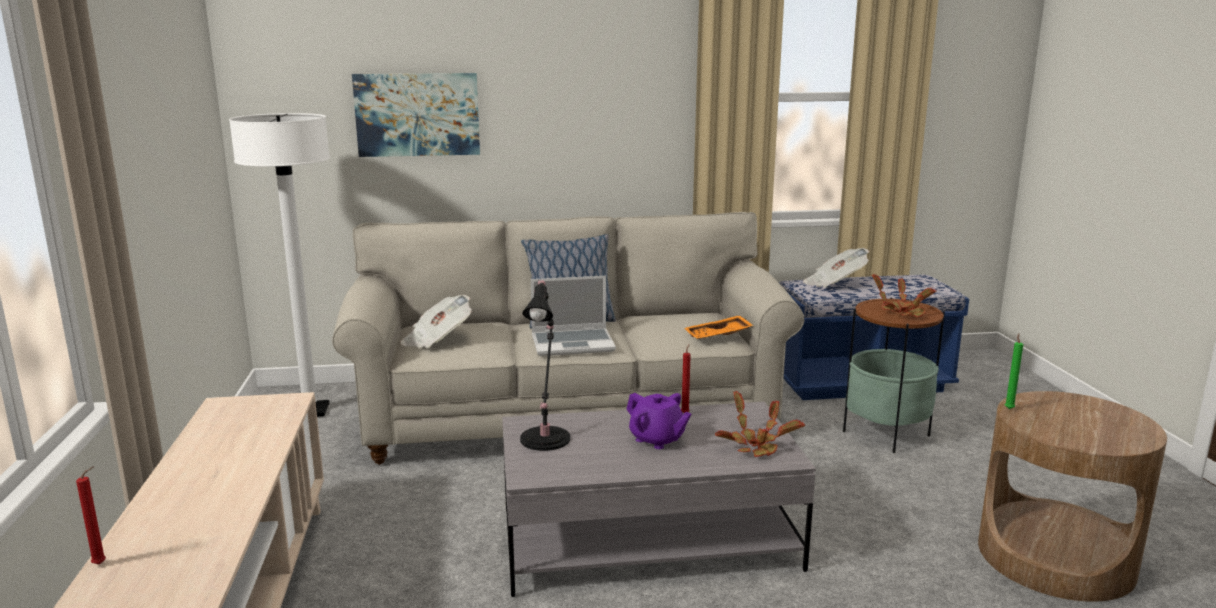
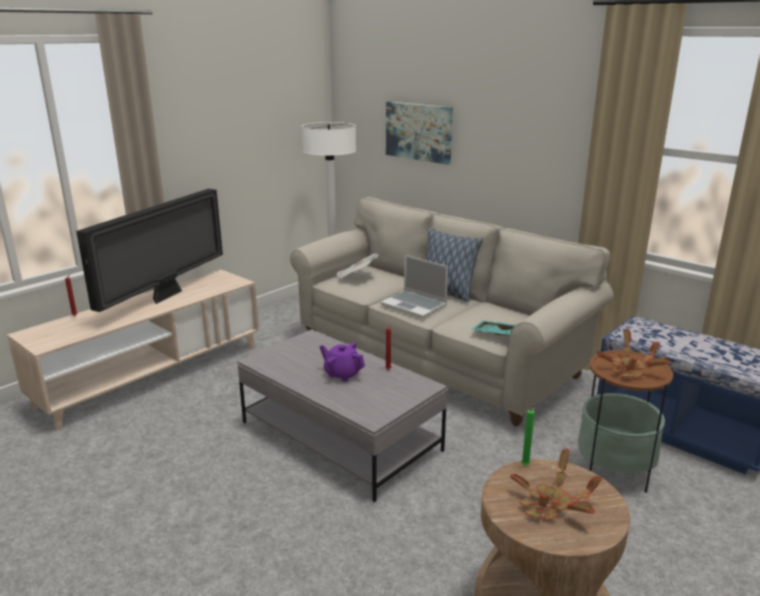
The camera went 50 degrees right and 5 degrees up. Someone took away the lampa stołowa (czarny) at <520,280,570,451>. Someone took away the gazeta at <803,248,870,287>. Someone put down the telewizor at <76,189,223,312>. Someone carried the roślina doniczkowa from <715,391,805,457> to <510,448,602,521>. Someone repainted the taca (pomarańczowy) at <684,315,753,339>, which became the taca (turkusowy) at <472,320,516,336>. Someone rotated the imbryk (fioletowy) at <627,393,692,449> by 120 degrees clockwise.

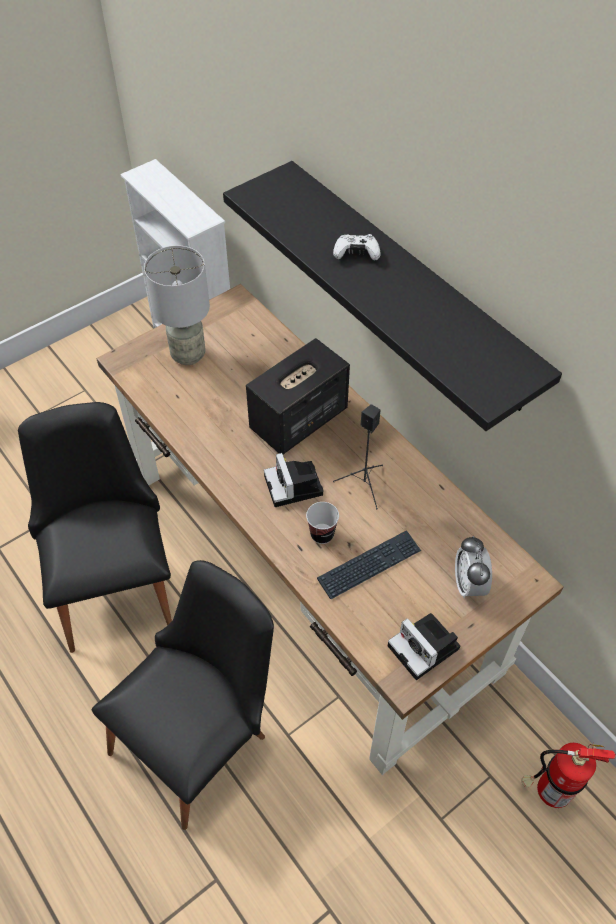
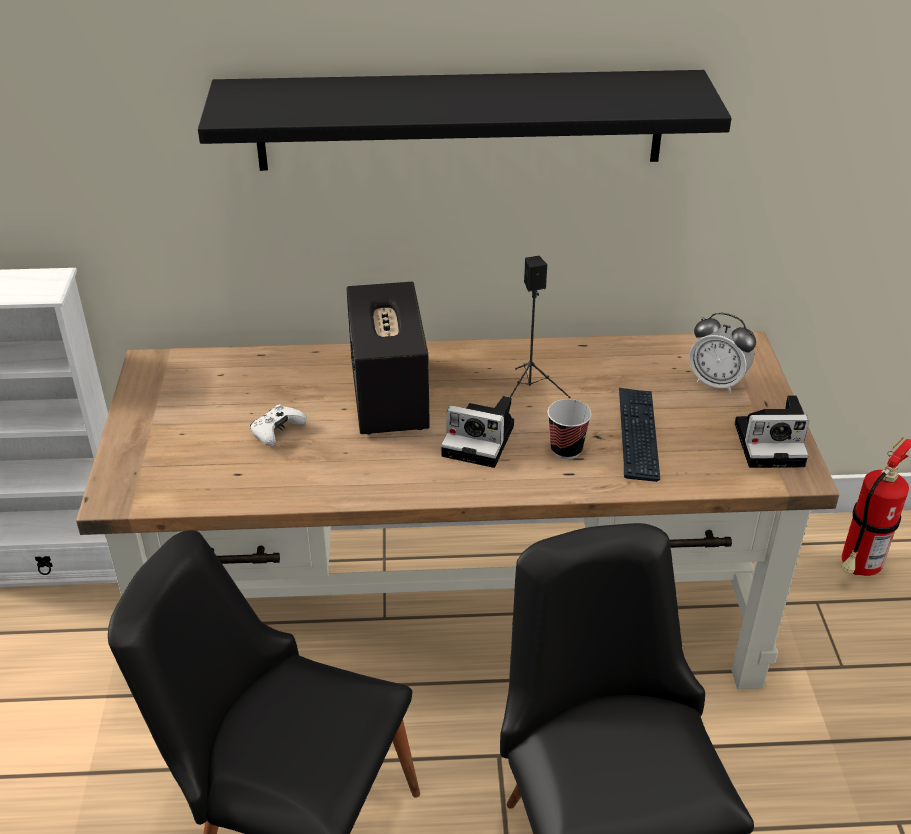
The camera went 55 degrees left and 15 degrees down. Someone took away the lampa stołowa (szary) at <144,245,210,365>. Someone carried the pad do gier (biały) from <333,234,381,261> to <250,404,307,446>.

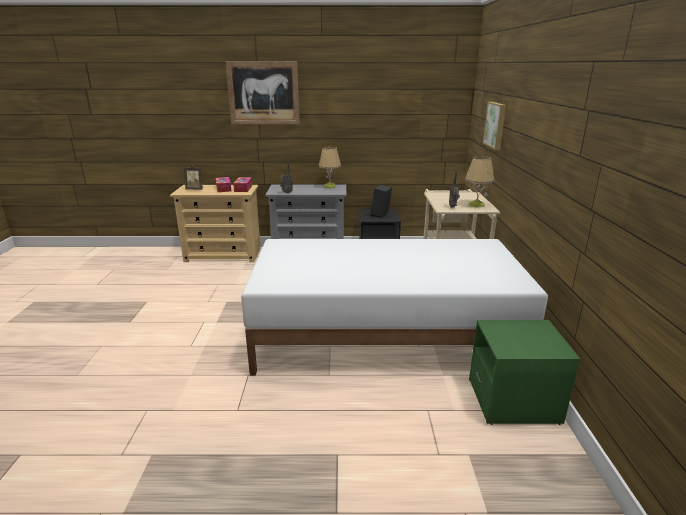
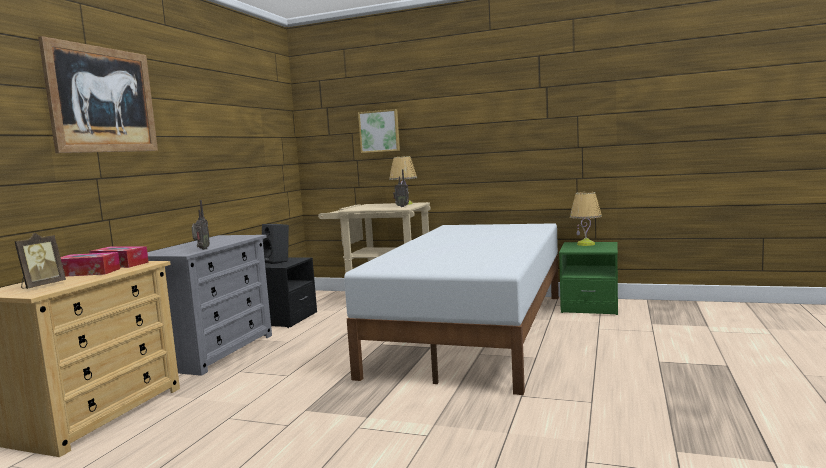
The camera went 70 degrees left and 15 degrees down. Someone carried the lampa stołowa from <318,147,341,188> to <570,192,602,246>.

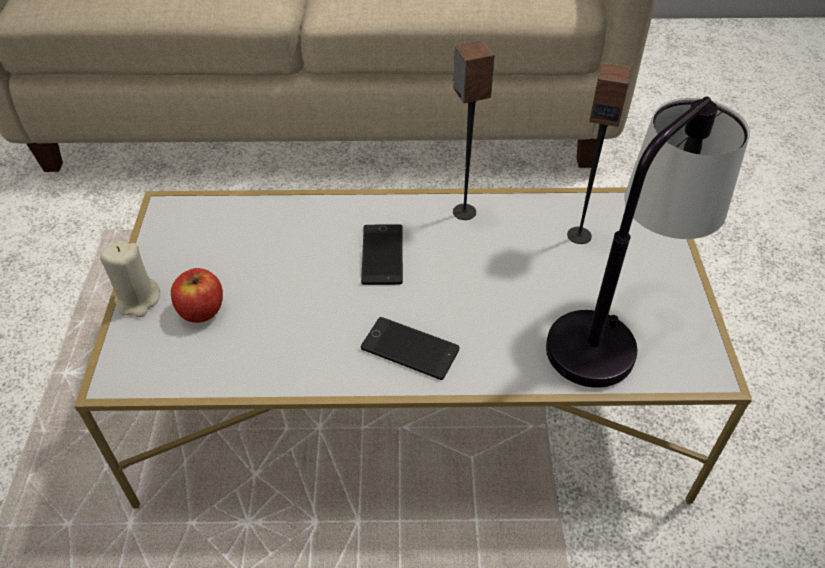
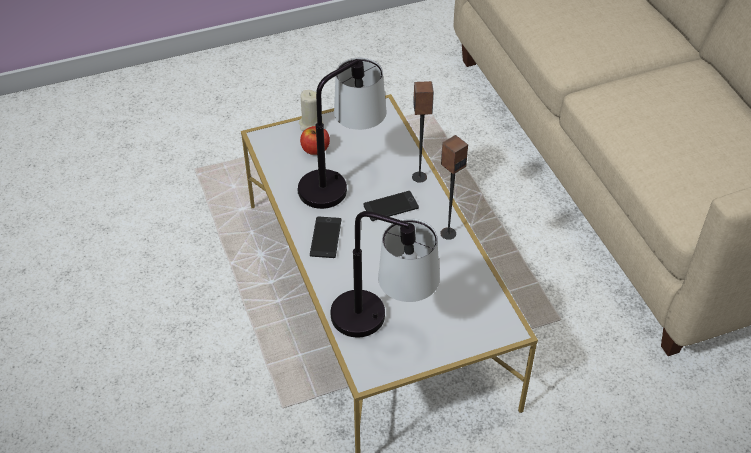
The camera went 70 degrees right and 0 degrees up. Someone put down the lampa stołowa at <297,58,387,209>. Someone carried the głośnik from <567,62,632,244> to <412,81,434,183>.

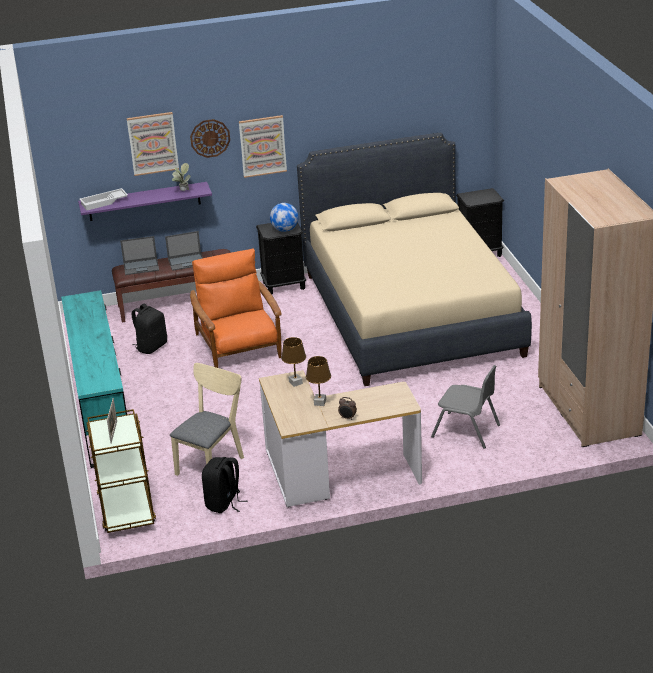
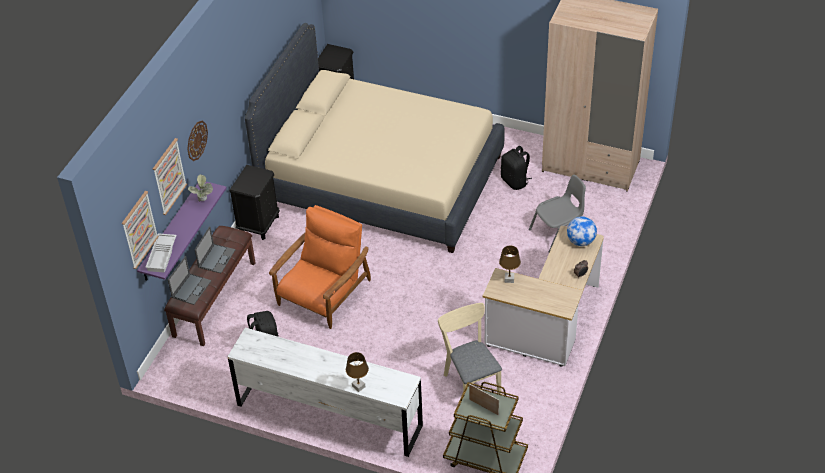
The camera went 55 degrees left and 15 degrees up. Someone carried the plecak (czarny) from <202,457,247,513> to <501,146,532,190>. Someone carried the obraz from <239,115,287,178> to <122,191,159,269>. Someone carried the globus from <270,203,299,232> to <567,216,597,246>. Someone carried the lampa stołowa (brązowy) from <306,356,331,406> to <346,352,369,392>. Someone repainted the komoda (turkusowy) at <61,290,127,468>, which became the komoda (biały) at <228,327,423,457>. Someone rotated the fotel (pomarańczowy) at <190,249,282,368> by 105 degrees clockwise.

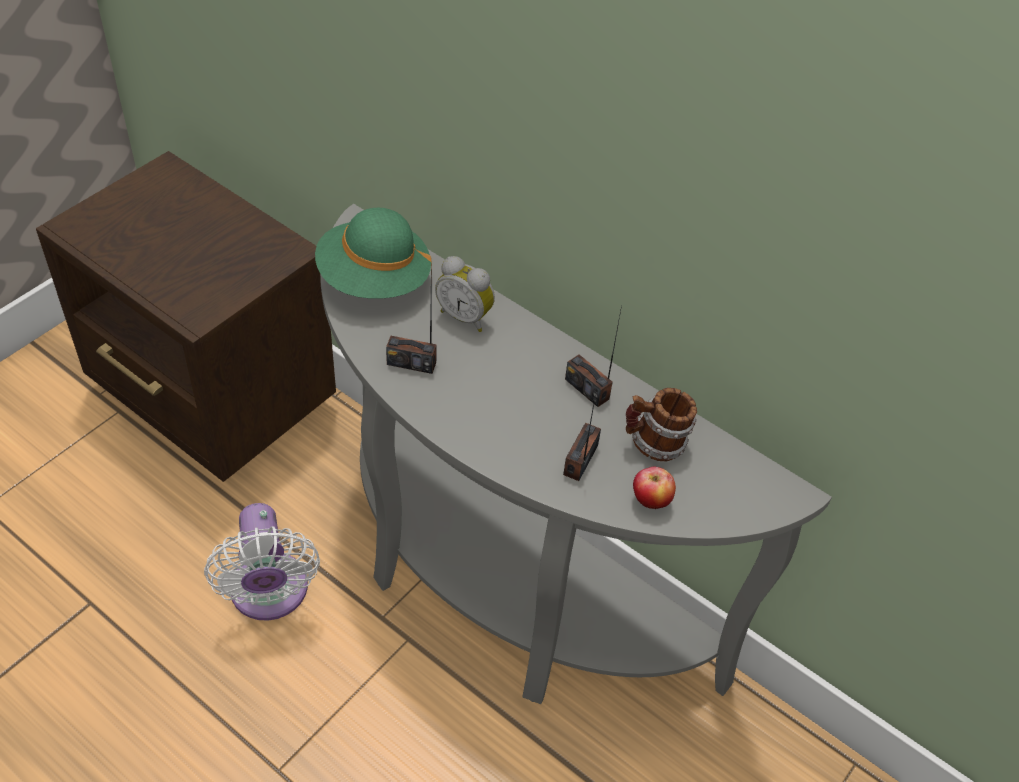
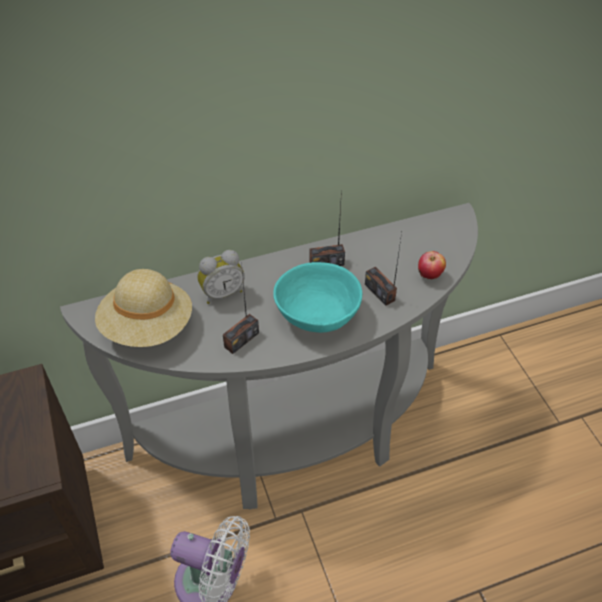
The camera went 55 degrees left and 0 degrees up. Someone took away the kubek at <626,388,697,462>. Someone put down the miska (turkusowy) at <273,262,362,333>. Someone repainted the kapelusz (zielony) at <315,208,432,299>, which became the kapelusz (beżowy) at <95,269,192,347>.

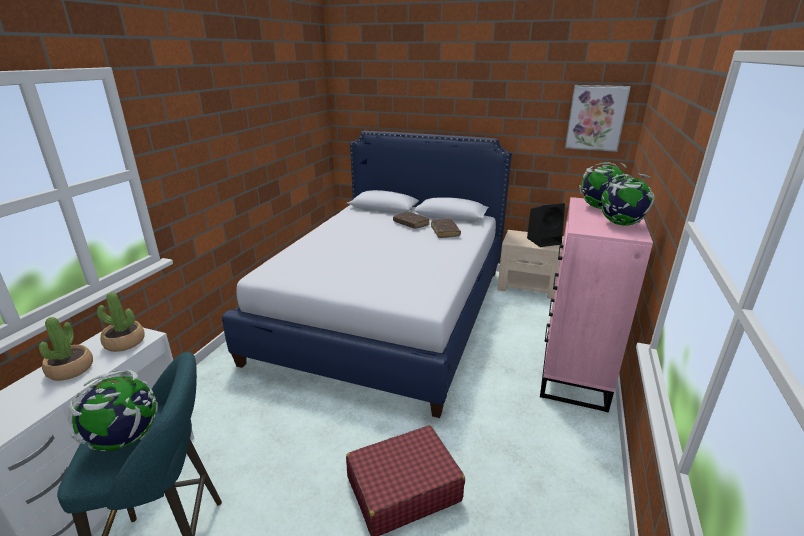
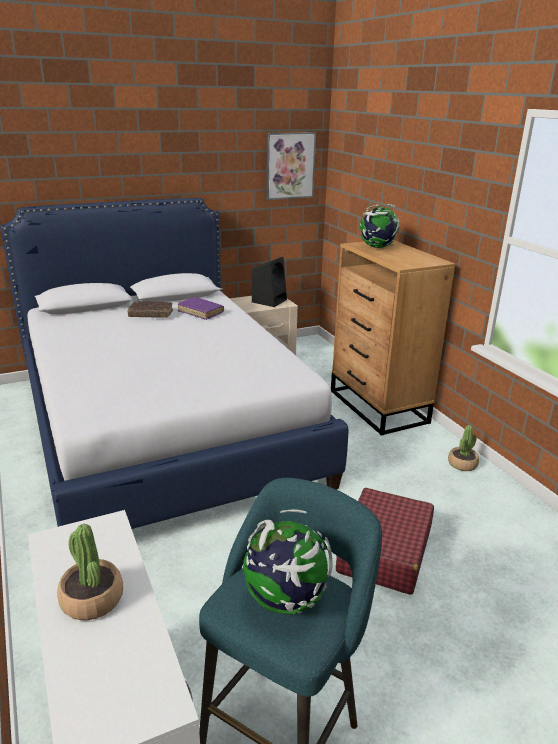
The camera went 45 degrees left and 0 degrees up. Someone took away the globus at <601,174,655,225>. Someone carried the roślina doniczkowa from <97,292,145,352> to <448,425,479,471>. Someone repainted the książka (brązowy) at <431,219,461,238>, which became the książka (fioletowy) at <178,297,224,320>. Someone repainted the komoda (różowy) at <540,197,653,413>, which became the komoda (brązowy) at <331,240,455,436>.

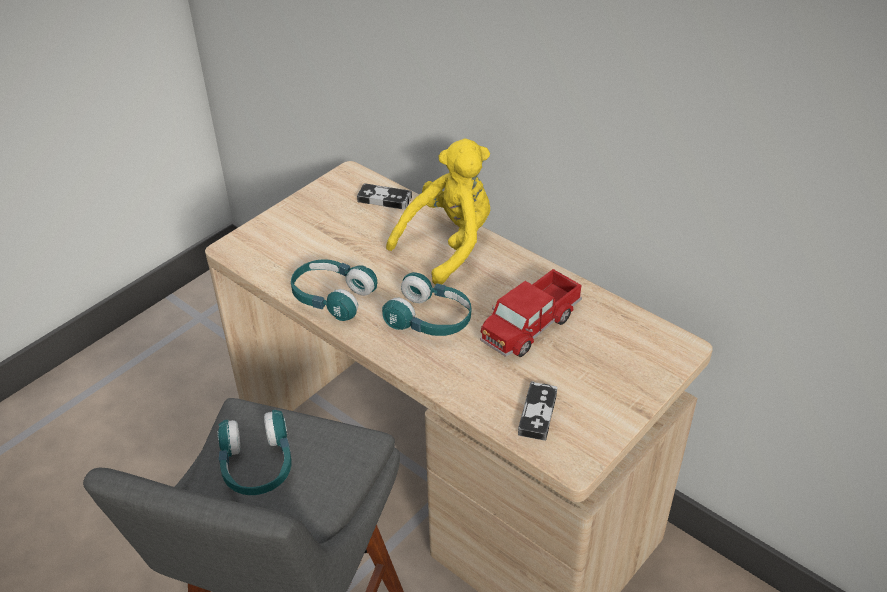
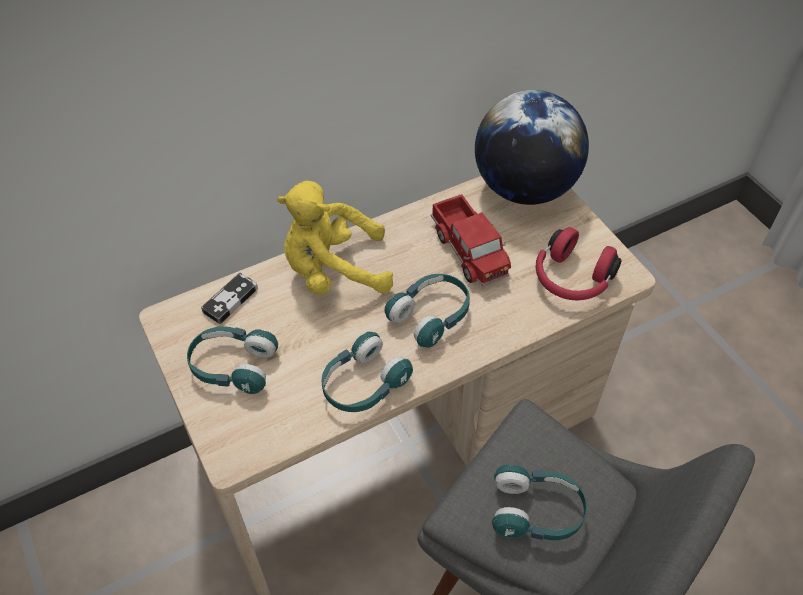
The camera went 70 degrees left and 10 degrees up. Someone put down the słuchawki (turkusowy) at <187,326,278,394>. Someone put down the globus at <475,90,589,205>. Someone swapped the pad do gier at <518,381,557,441> for the słuchawki (czerwony) at <536,227,621,300>. Someone rotated the pluszak (żółty) at <386,139,490,285> by 75 degrees counterclockwise.

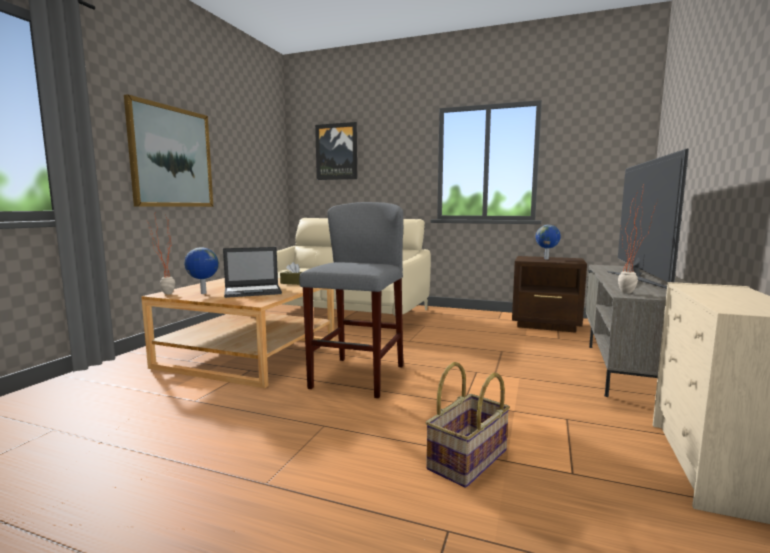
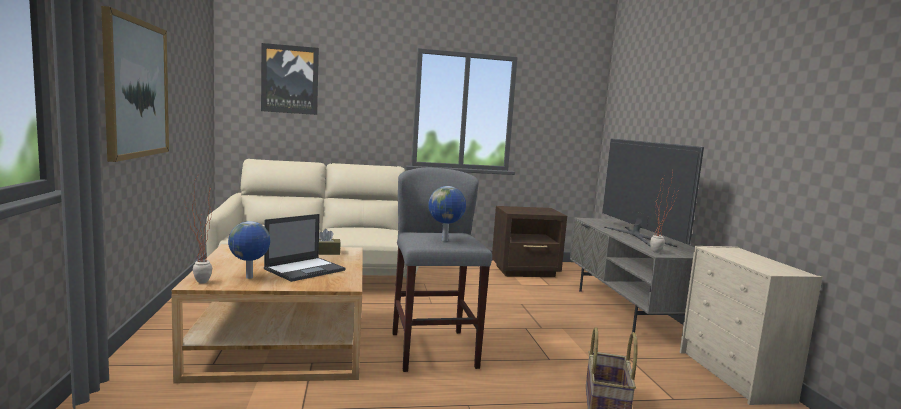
The camera went 30 degrees left and 0 degrees up. Someone carried the globus from <535,225,561,260> to <428,186,466,241>.

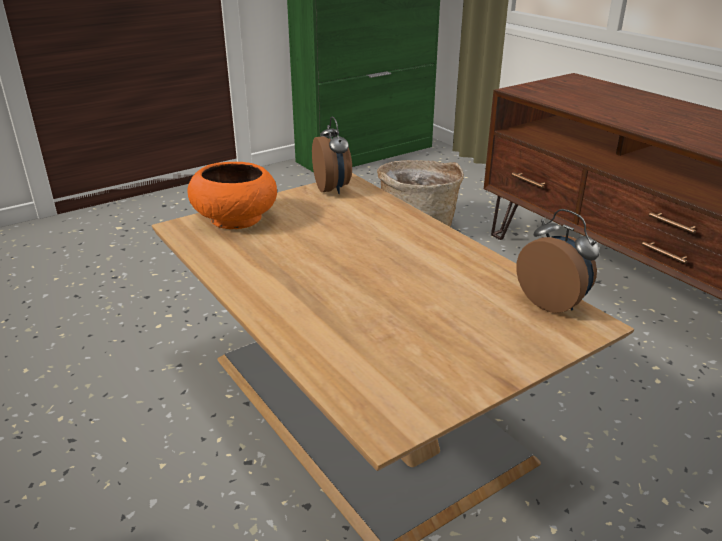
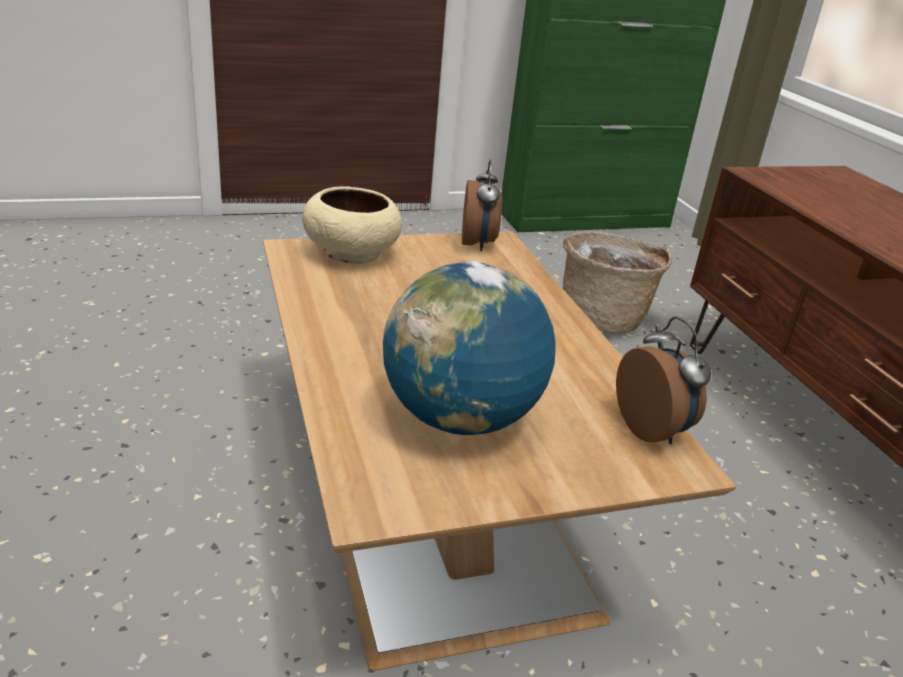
The camera went 15 degrees right and 0 degrees up. Someone put down the globus at <383,261,556,435>. Someone repainted the miska (pomarańczowy) at <187,162,277,229>, which became the miska (beżowy) at <302,186,402,264>.

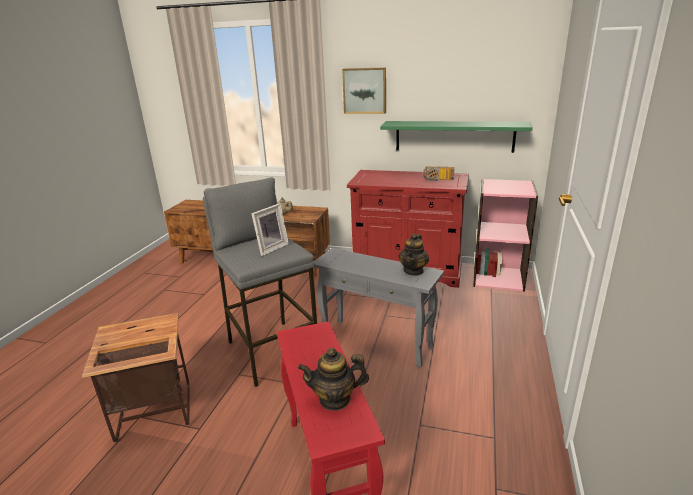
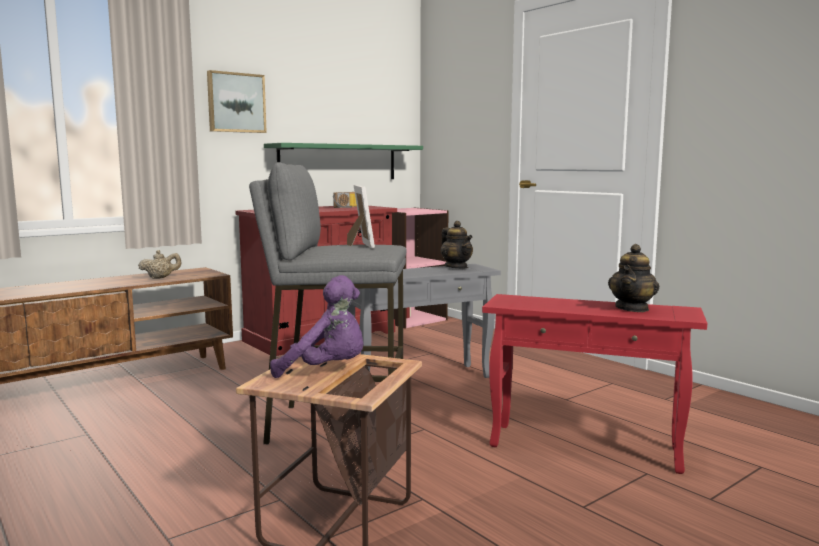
The camera went 55 degrees left and 15 degrees down. Someone put down the pluszak (fioletowy) at <270,275,364,378>.

